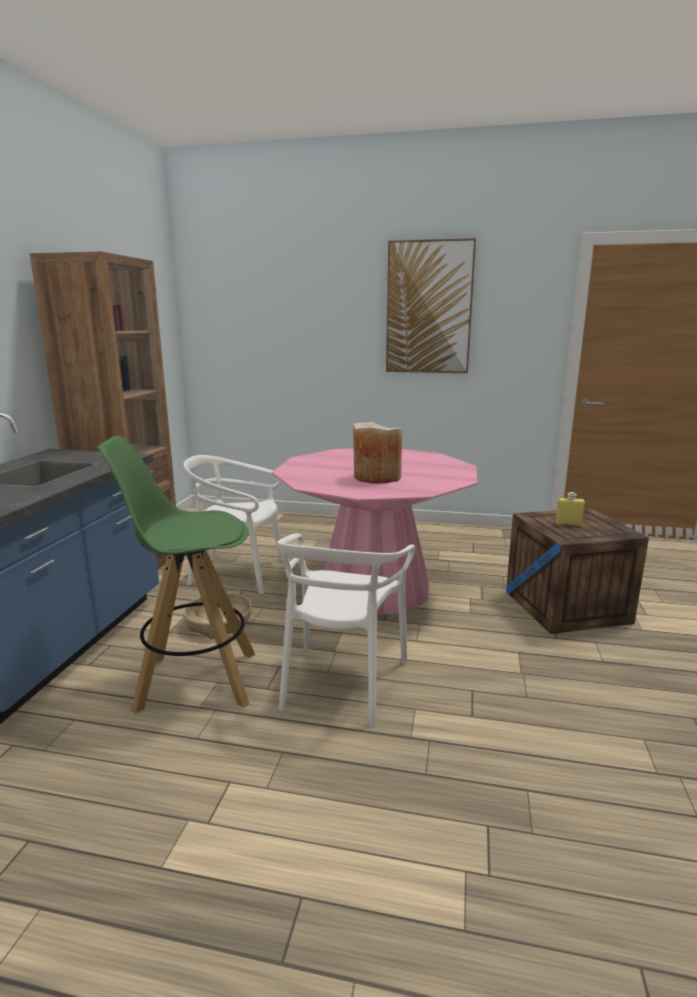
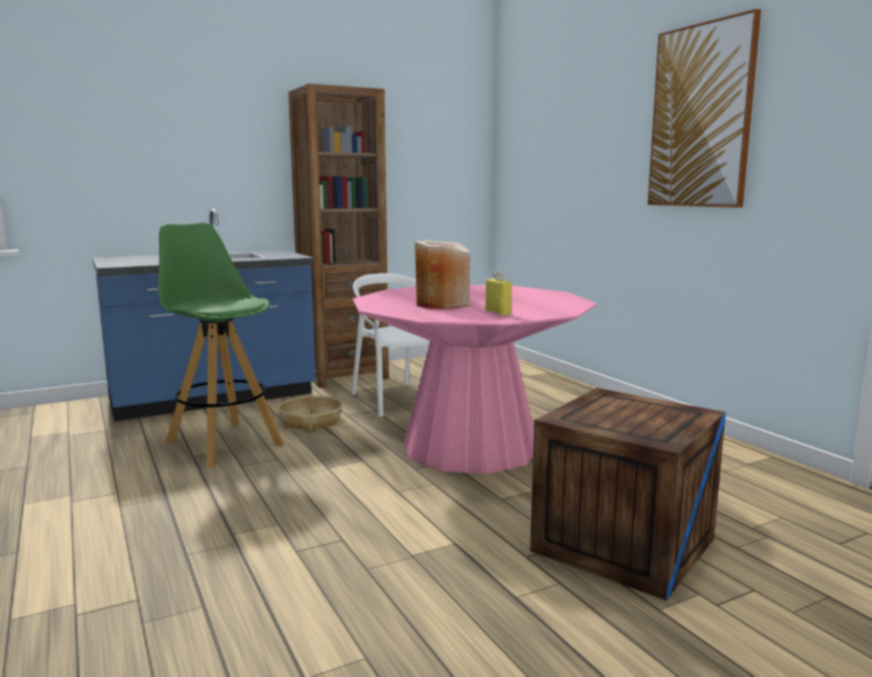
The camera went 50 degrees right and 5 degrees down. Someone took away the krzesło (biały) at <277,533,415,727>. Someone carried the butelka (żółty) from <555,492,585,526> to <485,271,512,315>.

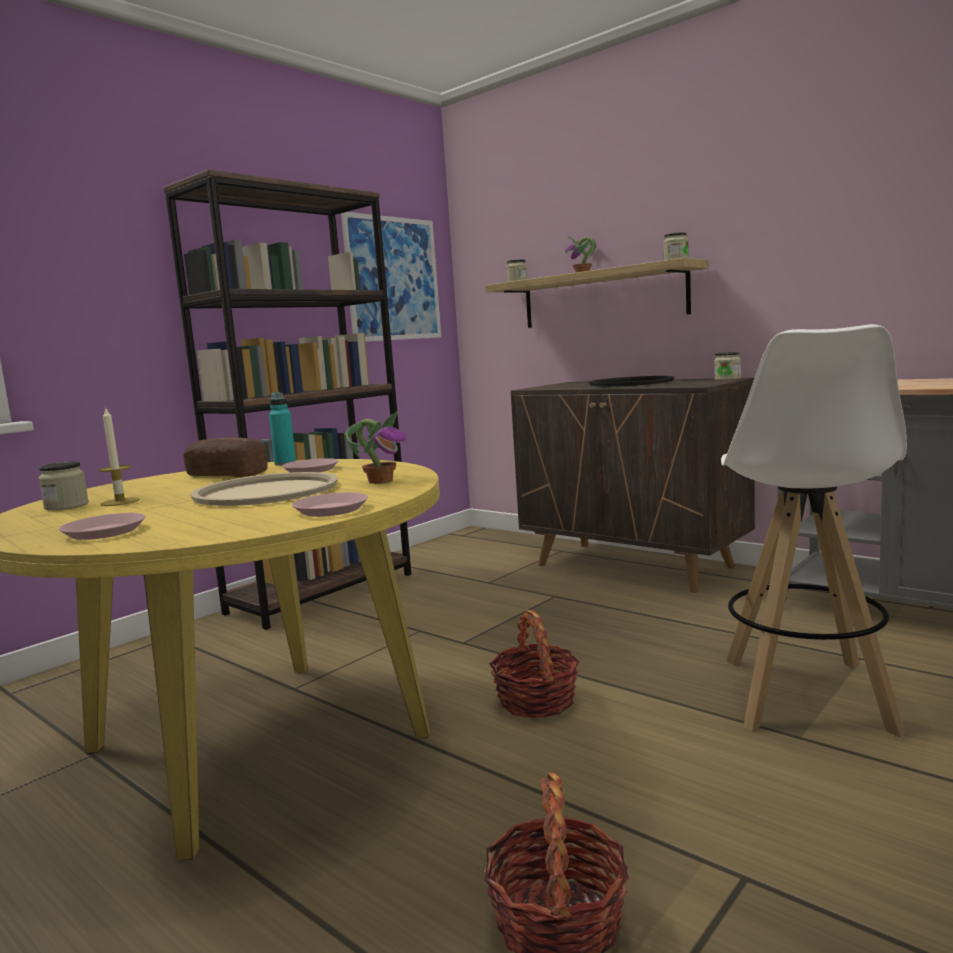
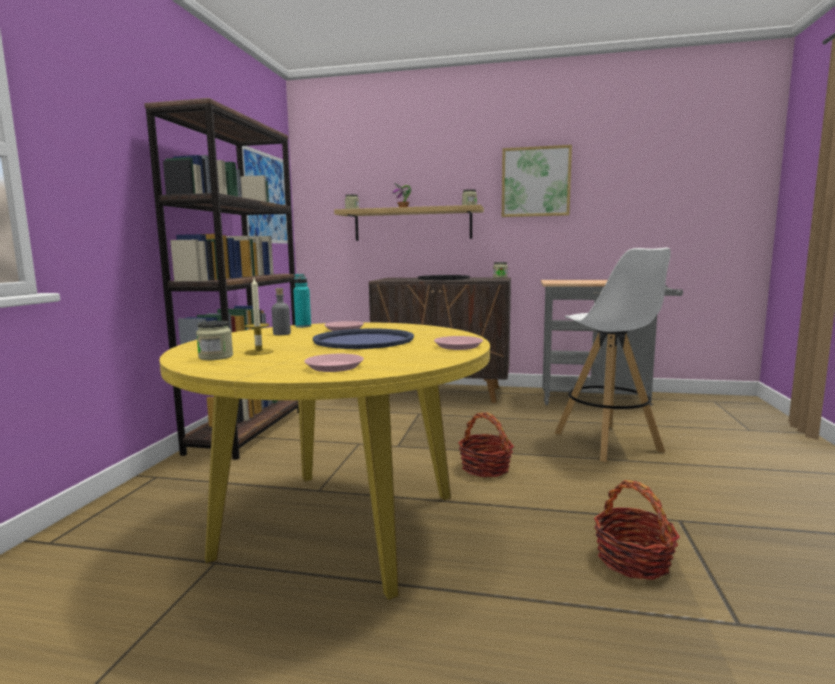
The camera went 30 degrees left and 0 degrees up. Someone took away the roślina doniczkowa at <345,411,406,484>. Someone put up the obraz at <502,145,572,217>. Someone swapped the chleb at <183,437,268,477> for the butelka (szary) at <272,288,291,335>. Someone repainted the taca (beżowy) at <190,472,338,506>, which became the taca (niebieski) at <313,328,414,349>.

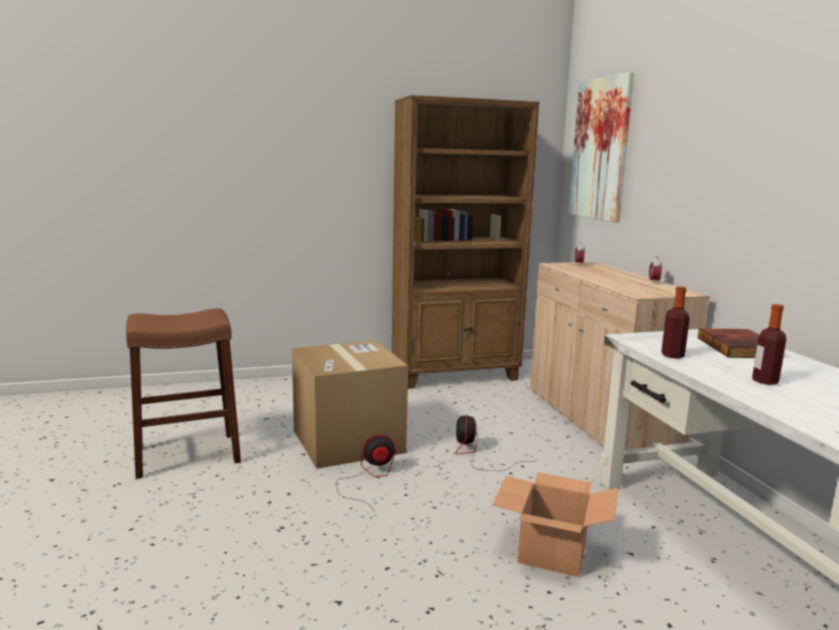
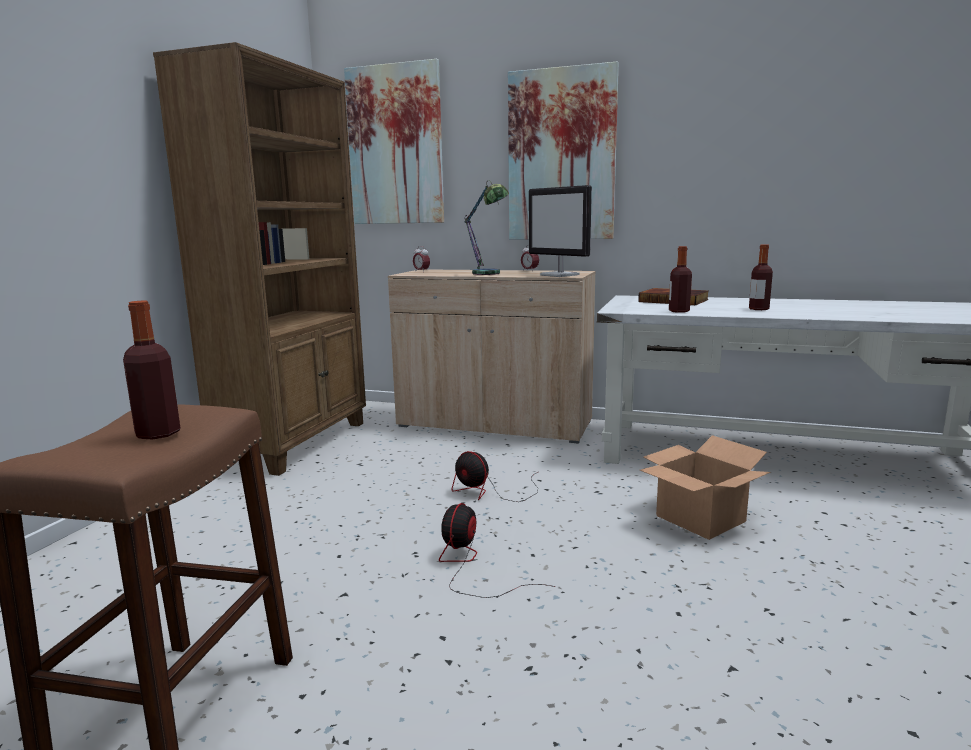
The camera went 55 degrees left and 0 degrees up. Someone took away the karton at <292,340,408,469>. Someone put down the butelka at <123,301,181,440>. Someone put down the lampa stołowa at <464,180,509,275>. Someone put up the obraz at <508,62,619,240>. Someone put down the monitor at <529,185,592,277>.

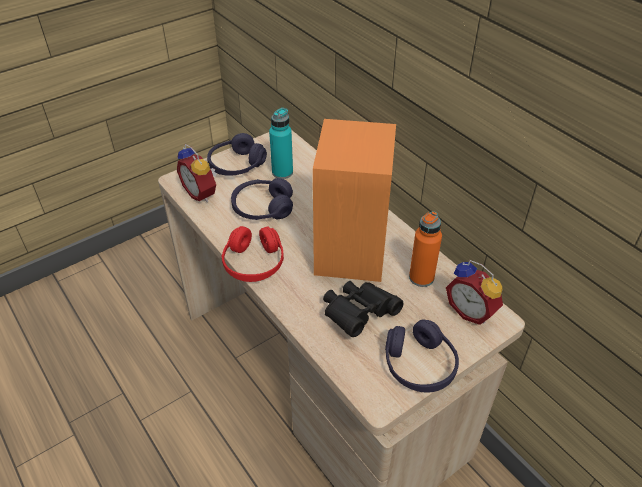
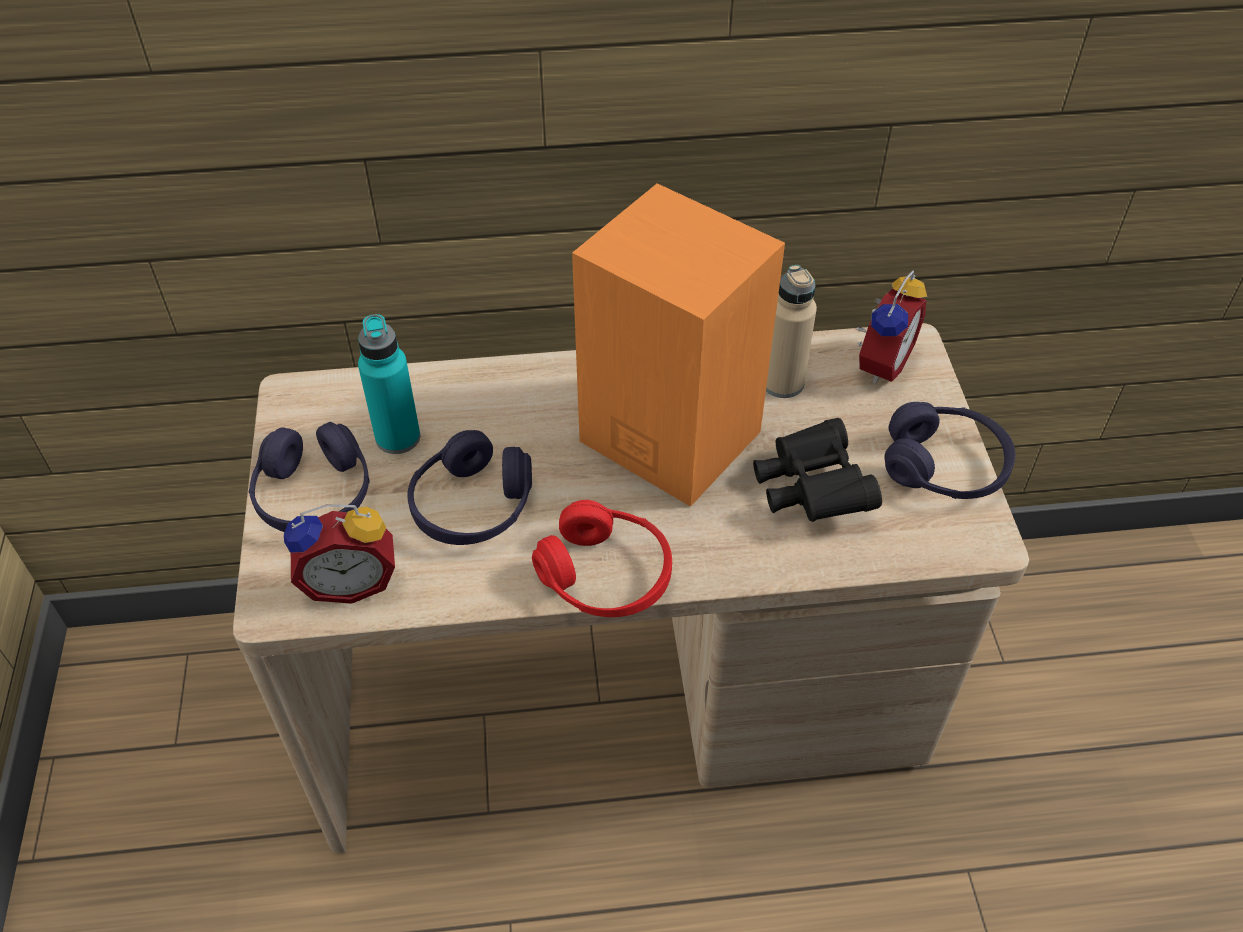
The camera went 60 degrees left and 5 degrees up. Someone repainted the butelka (pomarańczowy) at <409,211,442,287>, which became the butelka (beżowy) at <766,265,817,398>. Someone rotated the budzik at <446,260,503,325> by 45 degrees counterclockwise.

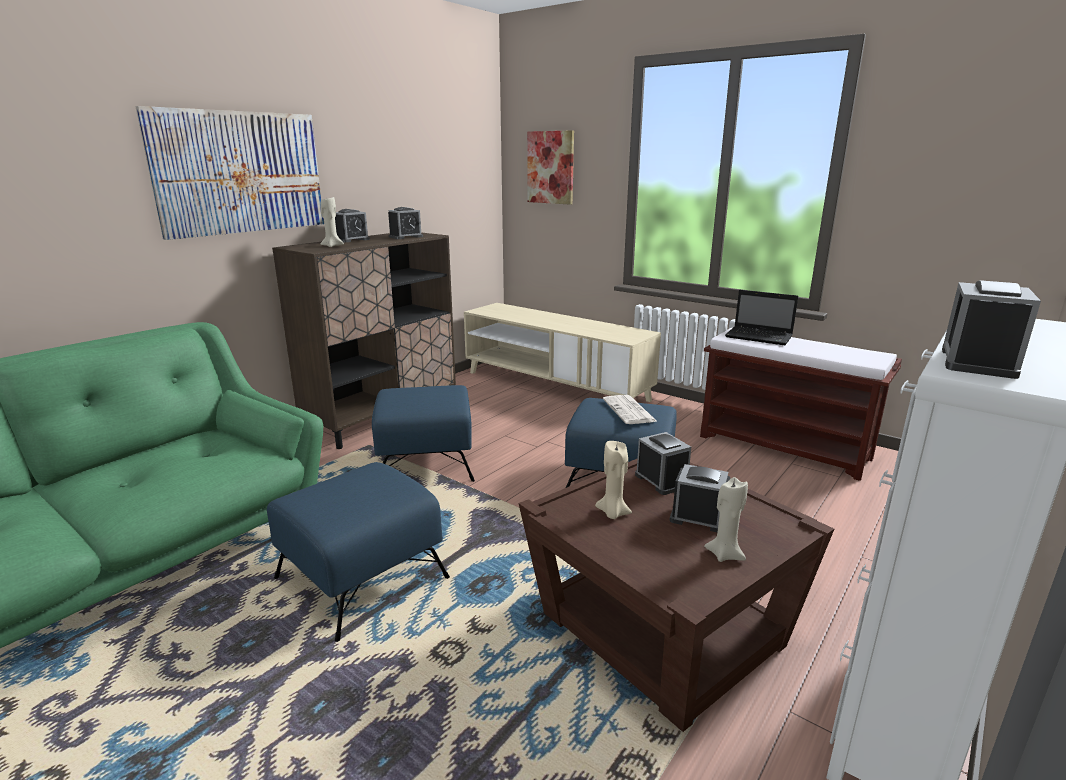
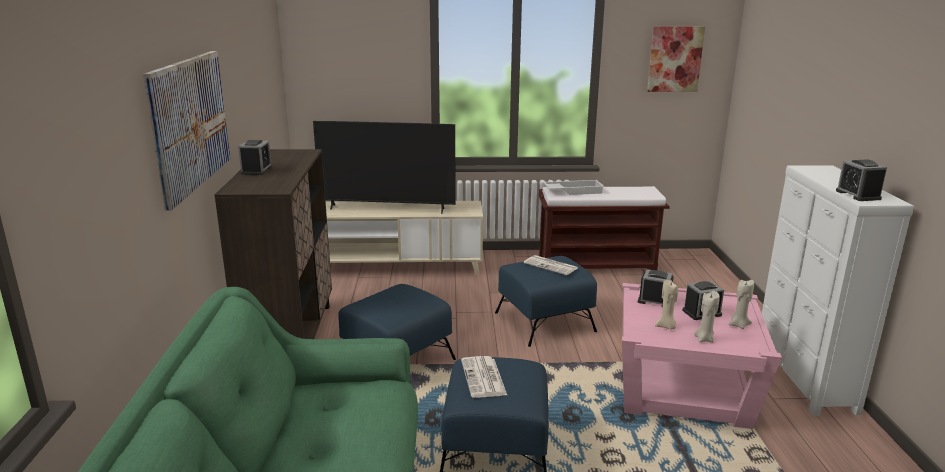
The camera went 40 degrees left and 0 degrees up. Someone took away the budzik at <388,207,423,239>. Someone put down the telewizor at <313,121,455,214>. Someone put down the gazeta at <461,356,507,398>. Someone carried the świeca (beżowy) from <320,197,344,247> to <694,291,720,343>. Someone carried the obraz from <527,130,574,205> to <647,26,705,92>. Someone swapped the laptop at <725,290,798,345> for the taca (biały) at <543,180,604,195>. Someone repainted the stolik (brązowy) at <518,459,834,732>, which became the stolik (różowy) at <622,283,782,429>.

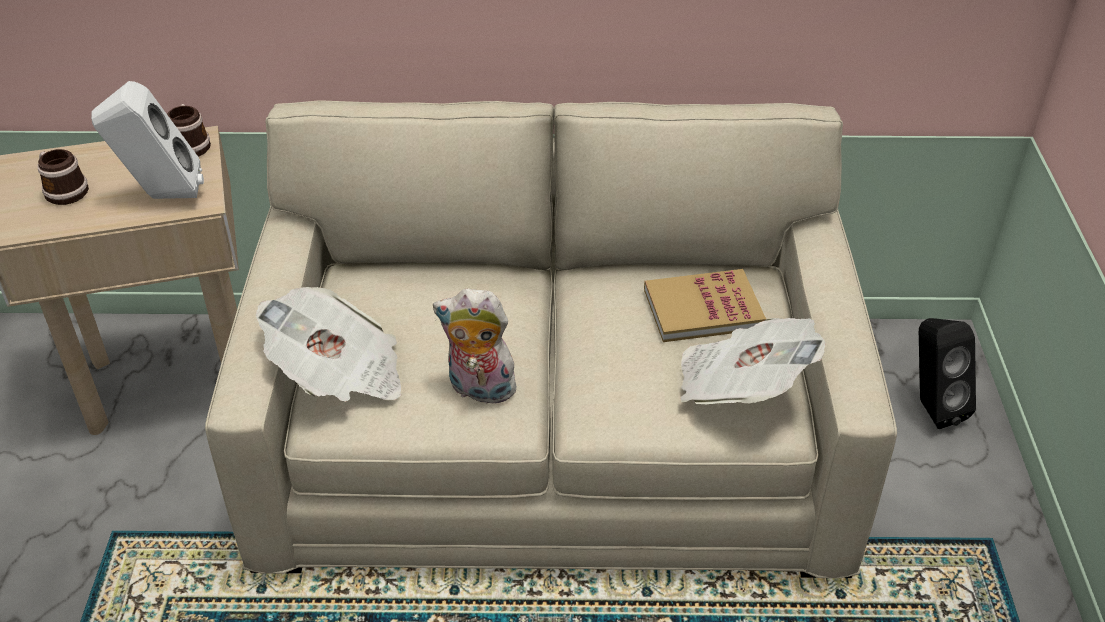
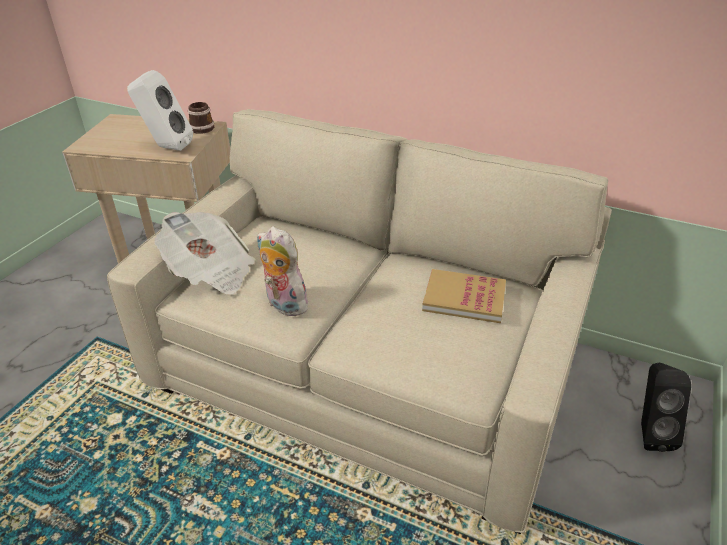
The camera went 25 degrees right and 5 degrees down. Someone took away the kubek at <37,149,89,205>. Someone took away the gazeta at <680,318,825,404>.

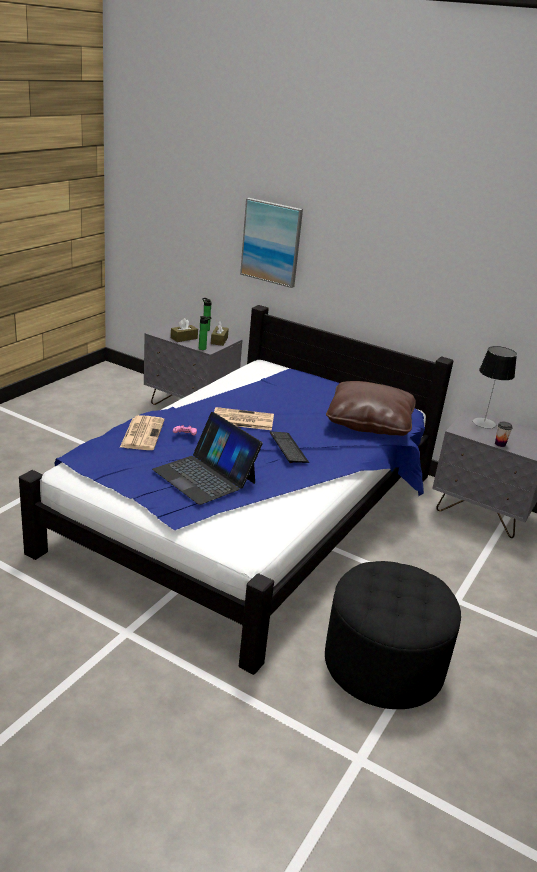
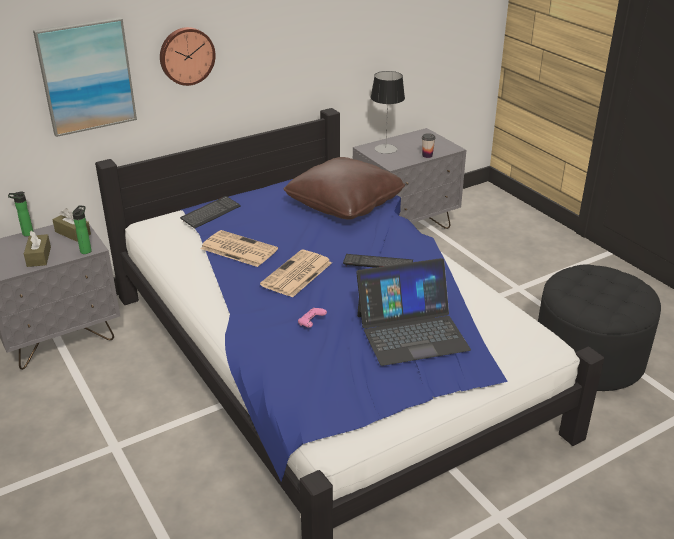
The camera went 60 degrees left and 5 degrees up. Someone put up the zegar ścienny at <160,27,216,86>. Someone put down the klawiatura at <180,196,241,228>. Someone carried the gazeta from <120,415,165,450> to <200,230,278,267>.

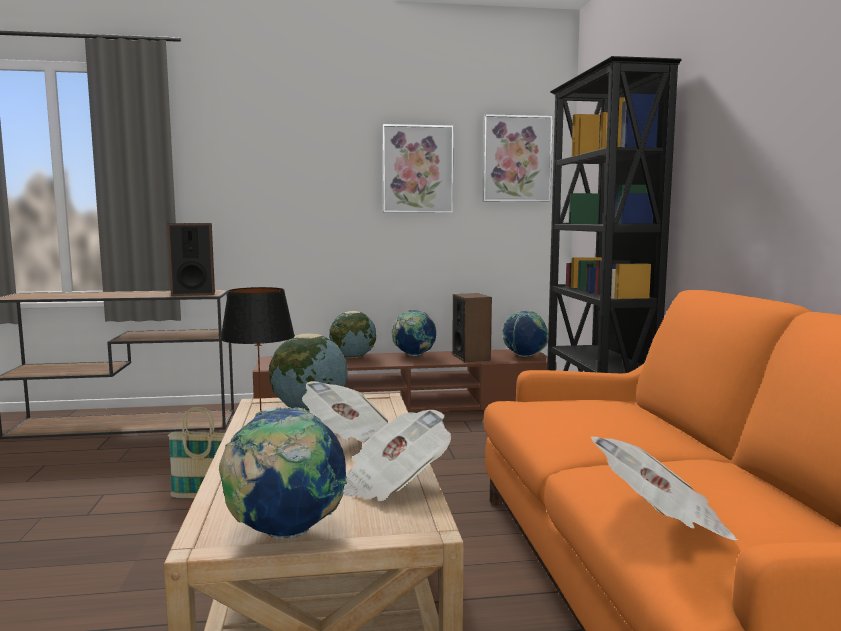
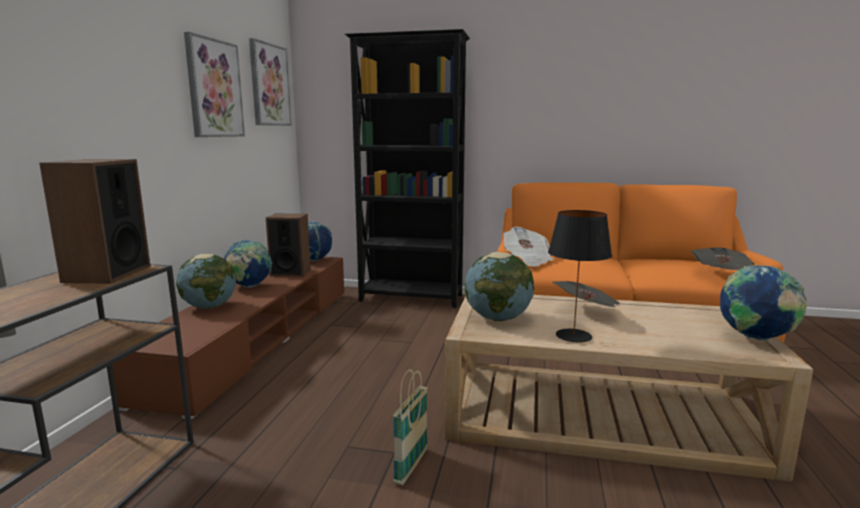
The camera went 70 degrees left and 5 degrees up. Someone carried the gazeta from <343,410,451,501> to <503,227,553,267>.

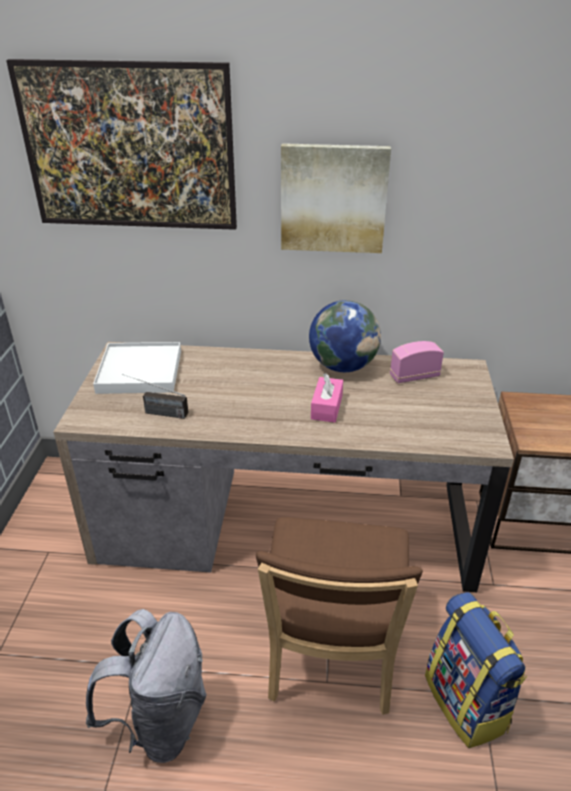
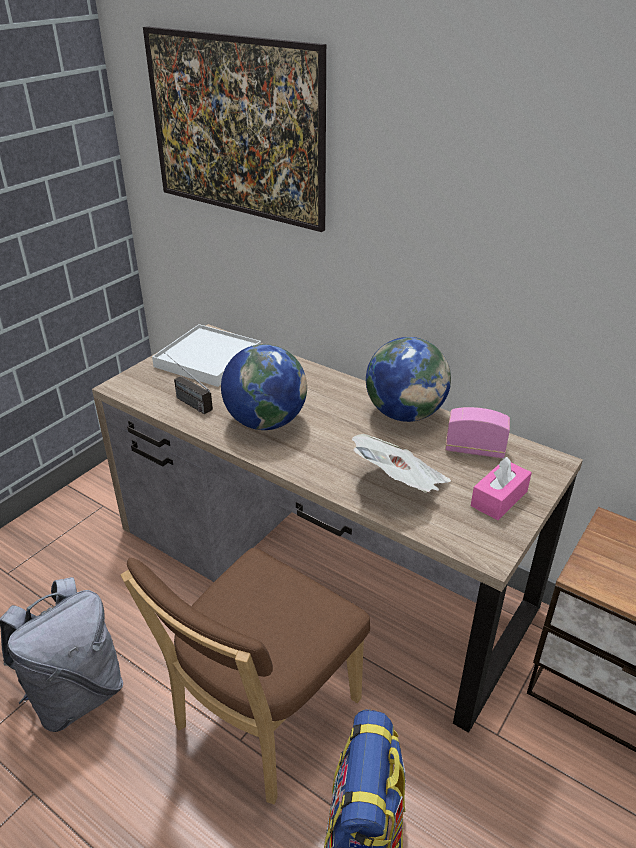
The camera went 30 degrees right and 0 degrees up. Someone took away the obraz at <281,143,391,253>. Someone put down the globus at <221,344,307,430>. Someone put down the gazeta at <352,434,451,493>. Someone carried the pudełko chusteczek (różowy) from <311,373,343,423> to <471,457,532,520>.

